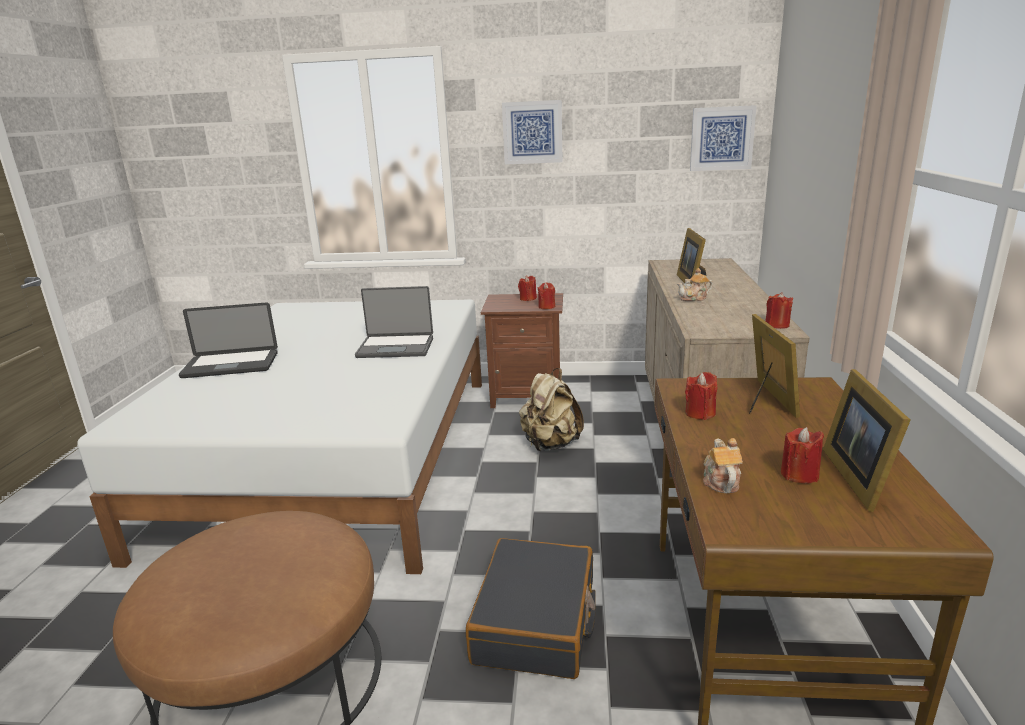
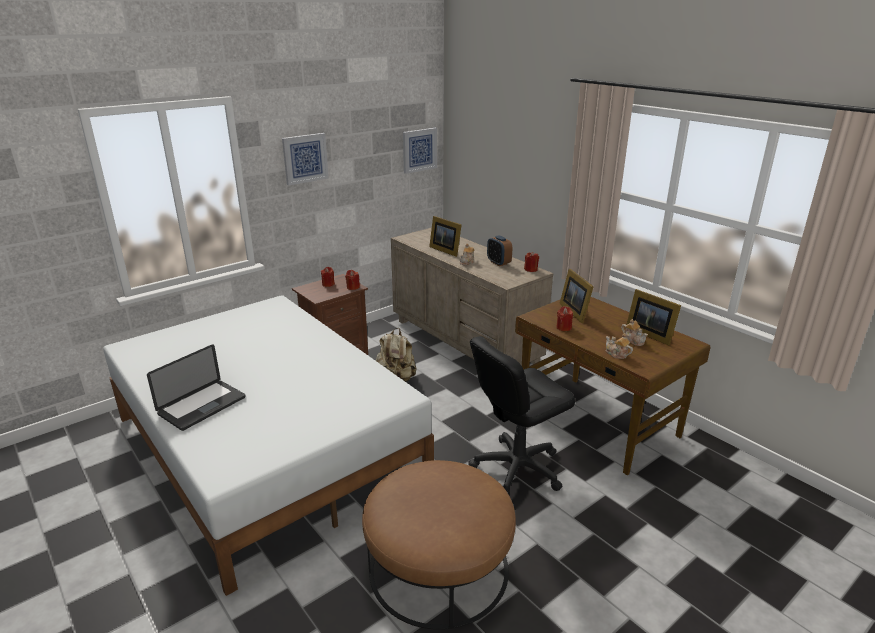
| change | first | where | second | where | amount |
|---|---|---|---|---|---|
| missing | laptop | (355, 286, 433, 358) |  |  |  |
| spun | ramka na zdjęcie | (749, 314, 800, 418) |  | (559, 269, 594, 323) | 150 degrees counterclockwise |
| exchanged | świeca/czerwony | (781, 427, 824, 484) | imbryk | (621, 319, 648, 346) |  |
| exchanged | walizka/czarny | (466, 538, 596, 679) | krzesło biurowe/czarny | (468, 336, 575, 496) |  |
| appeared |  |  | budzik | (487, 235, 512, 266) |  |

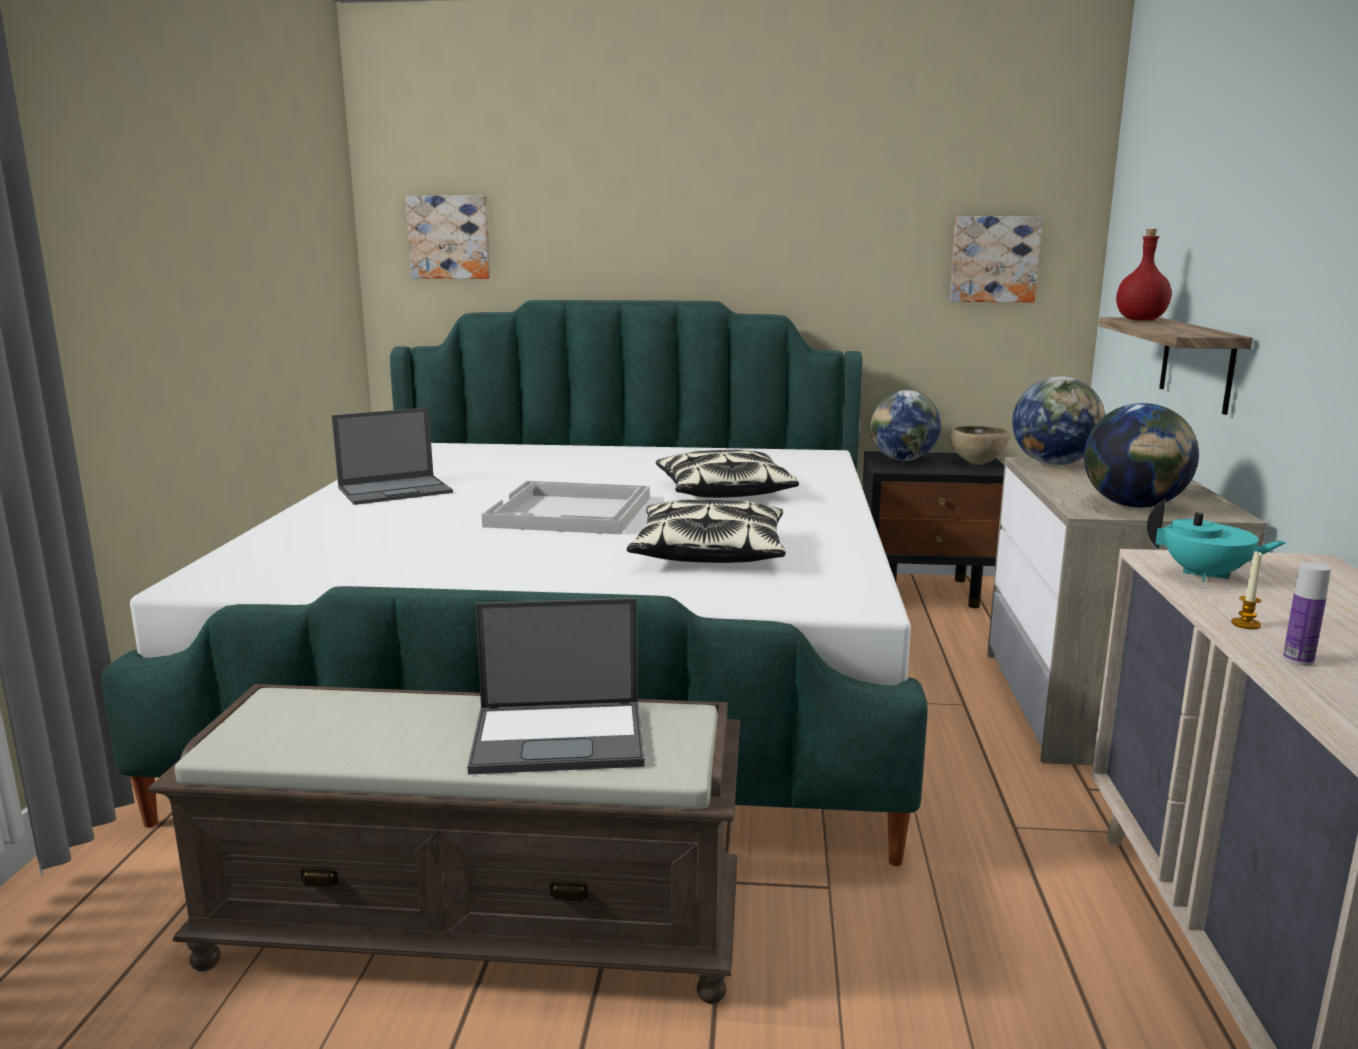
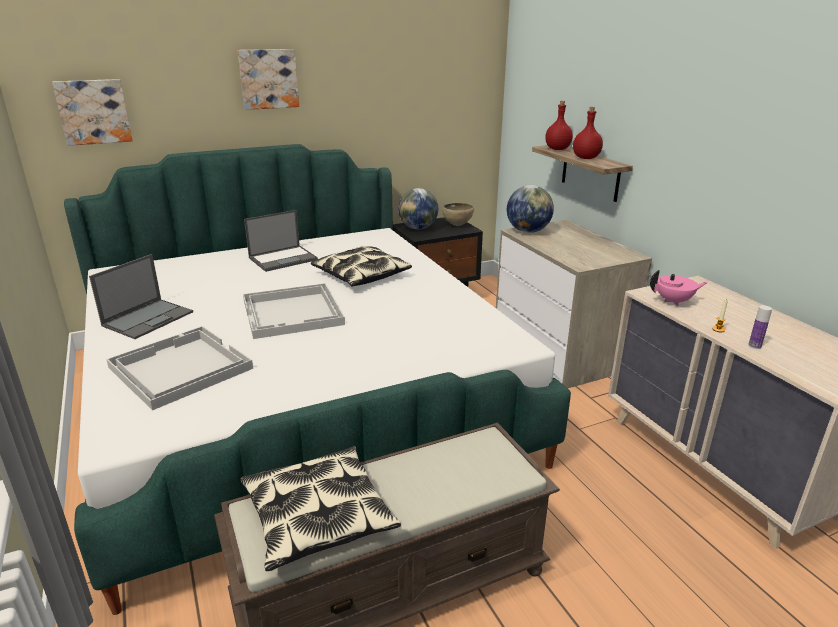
| change | first | where | second | where | amount |
|---|---|---|---|---|---|
| relocated | obraz | (949, 216, 1043, 302) |  | (238, 49, 299, 110) |  |
| missing | globus | (1084, 403, 1199, 508) |  |  |  |
| colour | imbryk/turkusowy | (1147, 499, 1287, 582) | imbryk/różowy | (650, 270, 707, 306) |  |
| relocated | poduszka | (627, 500, 786, 563) |  | (240, 446, 401, 571) |  |
| relocated | laptop | (467, 598, 645, 775) |  | (244, 210, 318, 272) |  |
| appeared |  |  | butelka/czerwony | (573, 107, 603, 159) |  |
| appeared |  |  | taca/biały | (106, 326, 253, 410) |  |

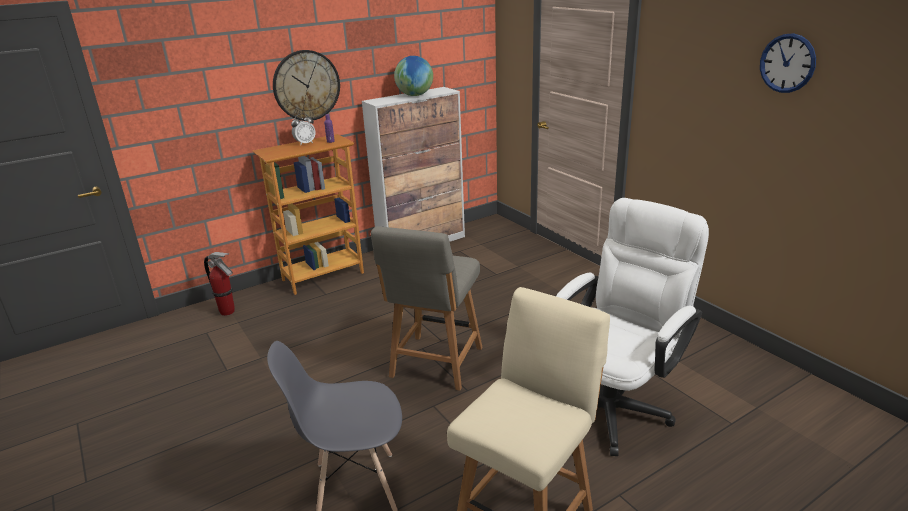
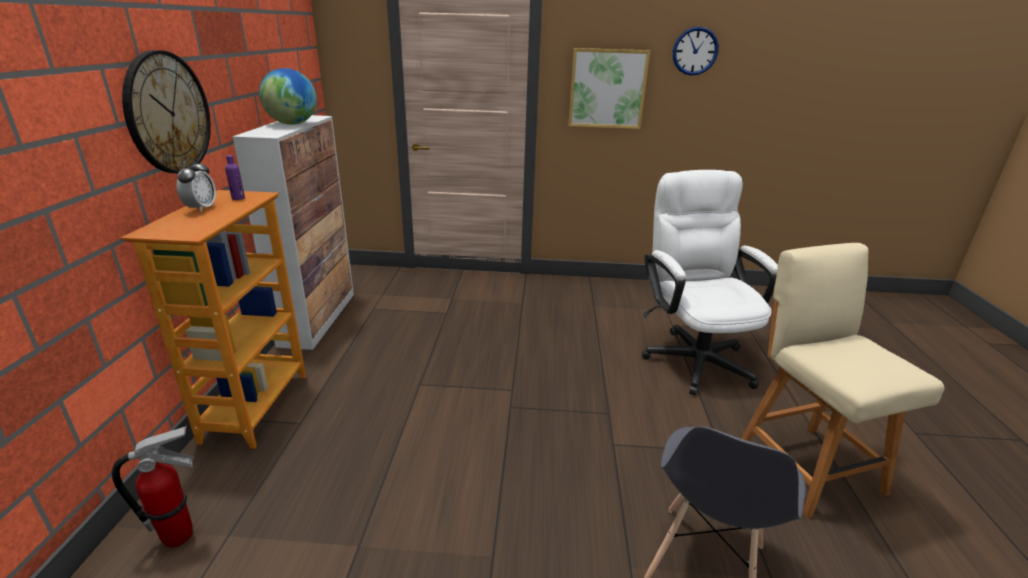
| change | first | where | second | where | amount |
|---|---|---|---|---|---|
| missing | krzesło/szary | (371, 226, 483, 391) |  |  |  |
| appeared |  |  | obraz | (568, 48, 650, 129) |  |

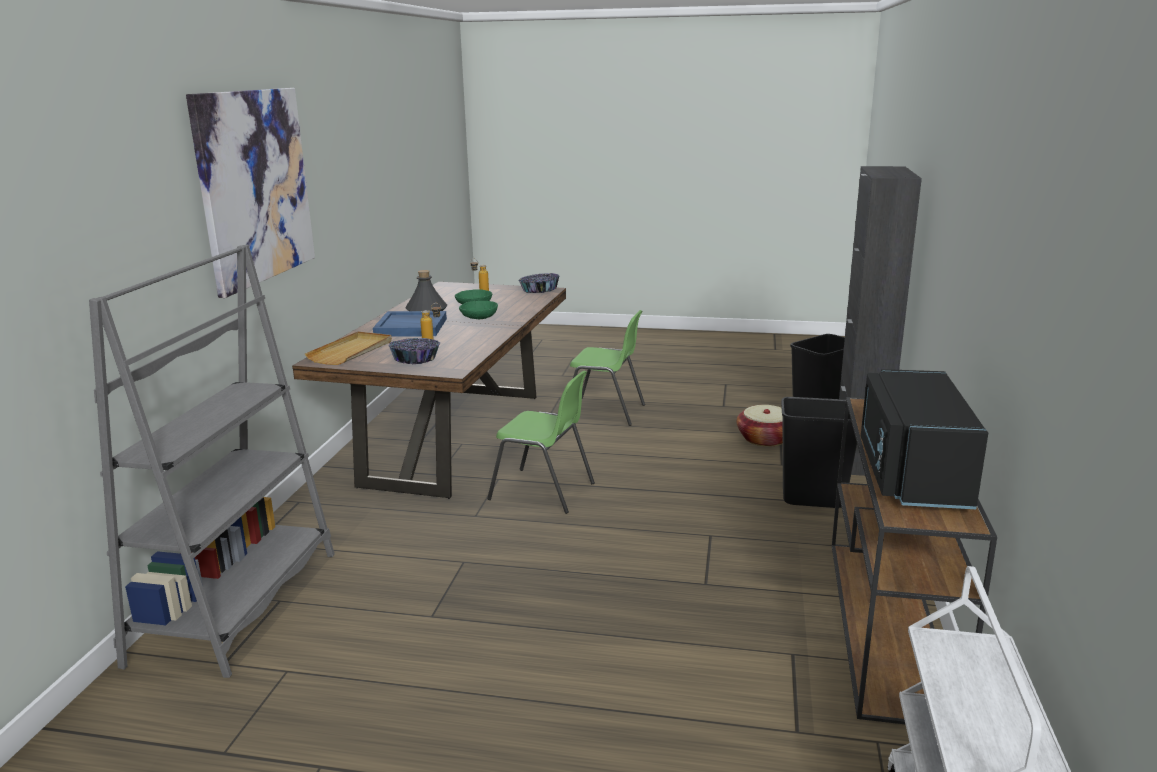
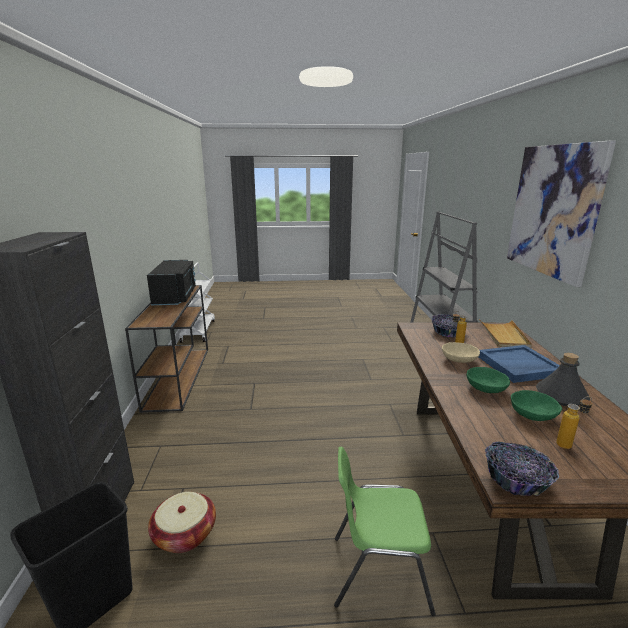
| change | first | where | second | where | amount |
|---|---|---|---|---|---|
| missing | krzesło/zielony | (487, 371, 595, 514) |  |  |  |
| missing | kosz na śmieci/czarny | (781, 397, 857, 508) |  |  |  |
| appeared |  |  | miska/beżowy | (442, 342, 480, 363) |  |

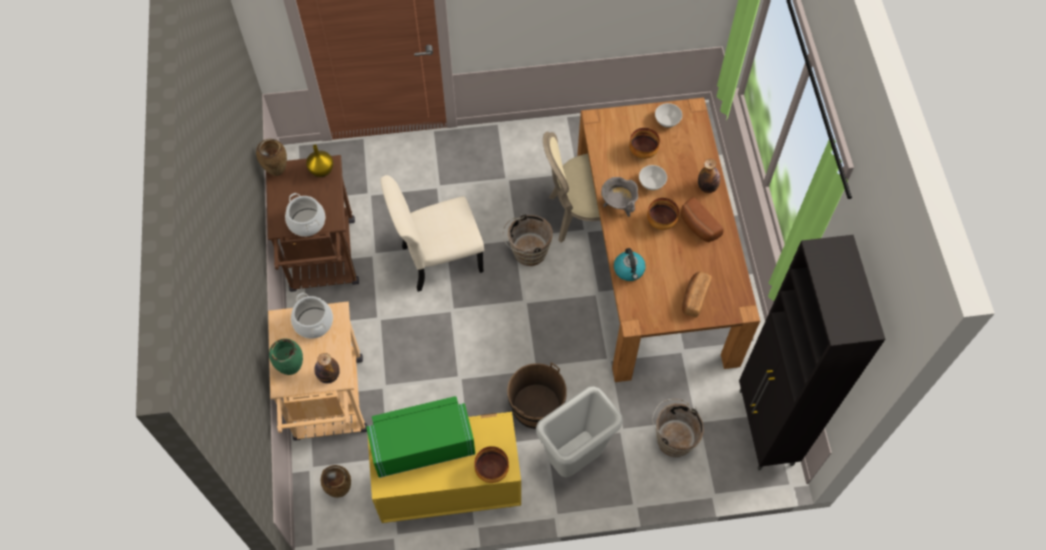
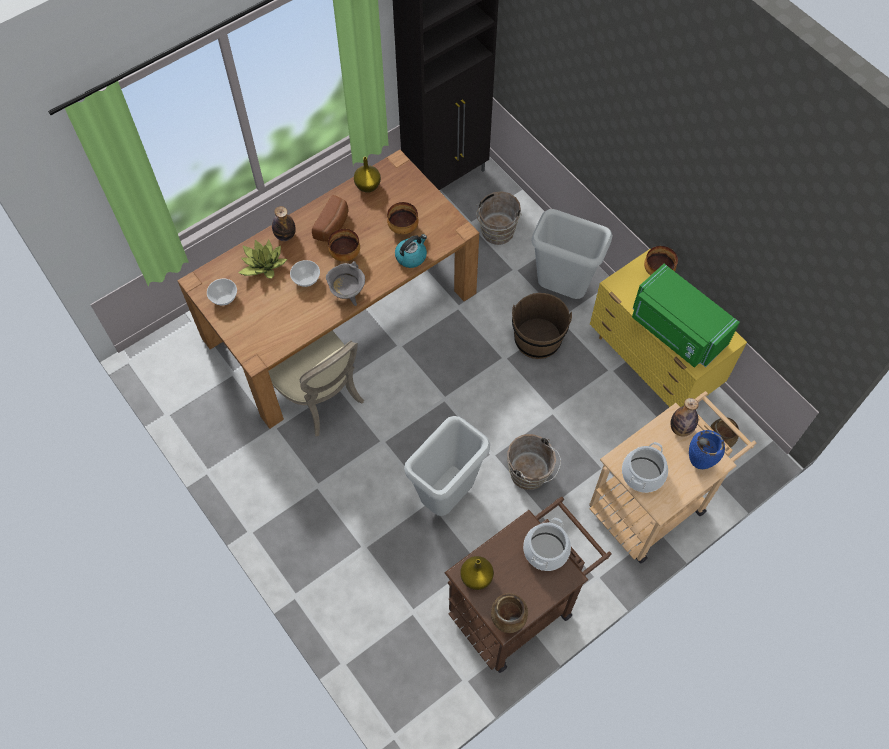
| change | first | where | second | where | amount |
|---|---|---|---|---|---|
| relocated | miska | (629, 128, 660, 159) |  | (387, 202, 419, 234) |  |
| exchanged | krzesło/beżowy | (380, 175, 484, 292) | kosz na śmieci/szary | (404, 416, 490, 516) |  |
| relocated | wiadro/brązowy | (502, 214, 553, 266) |  | (507, 434, 561, 490) |  |
| missing | chleb | (682, 271, 712, 317) |  |  |  |
| colour | wazon/zielony | (269, 339, 303, 375) | wazon/niebieski | (689, 430, 725, 469) |  |
| appeared |  |  | wazon/żółty | (354, 157, 381, 193) |  |
| appeared |  |  | roślina doniczkowa | (238, 239, 287, 278) |  |

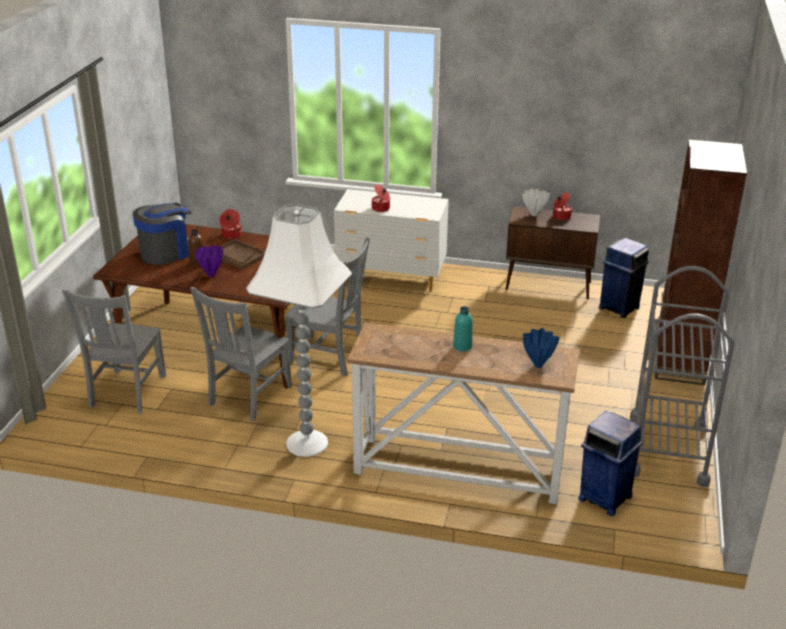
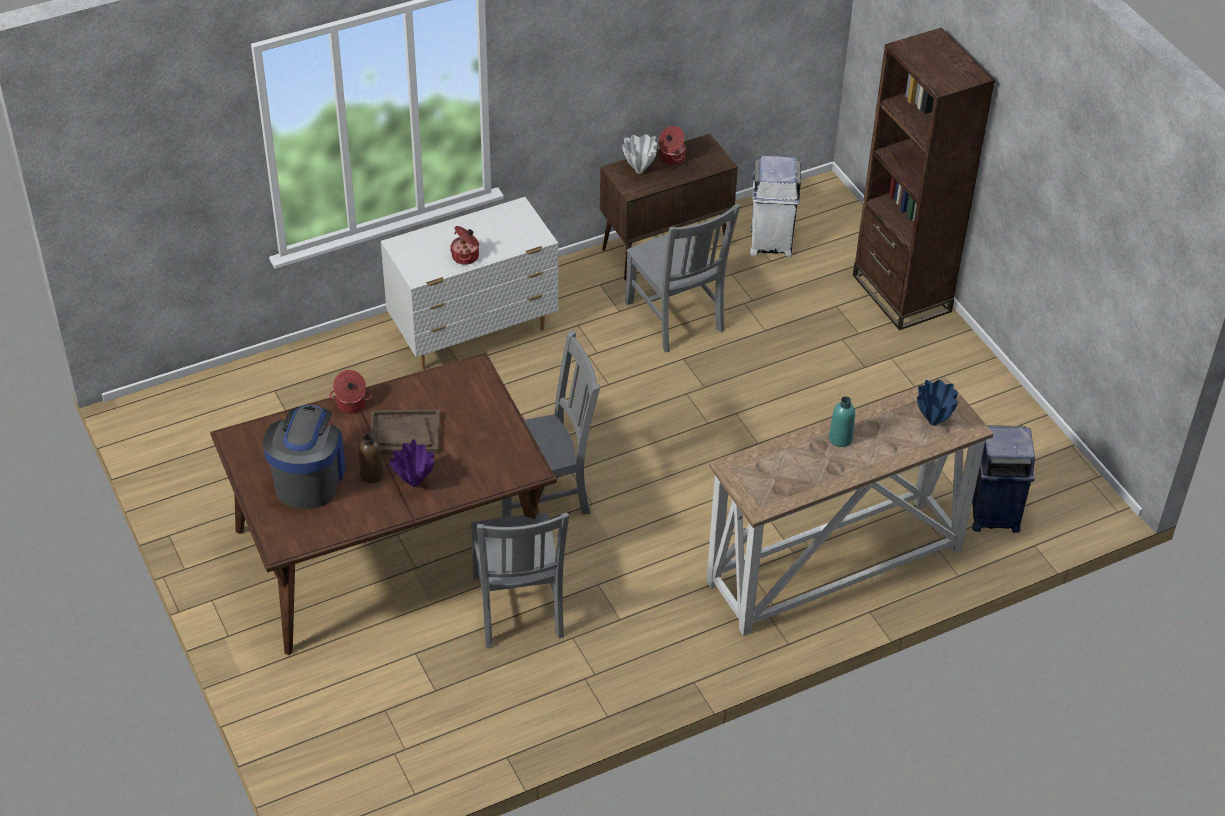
| change | first | where | second | where | amount |
|---|---|---|---|---|---|
| missing | lampa stojąca/biały | (246, 204, 352, 457) |  |  |  |
| colour | kosz na śmieci/niebieski | (599, 238, 649, 318) | kosz na śmieci/biały | (750, 156, 801, 257) |  |
| missing | wózek/szary | (630, 266, 735, 487) |  |  |  |
| relocated | krzesło/szary | (62, 289, 167, 413) |  | (625, 204, 741, 352) |  |

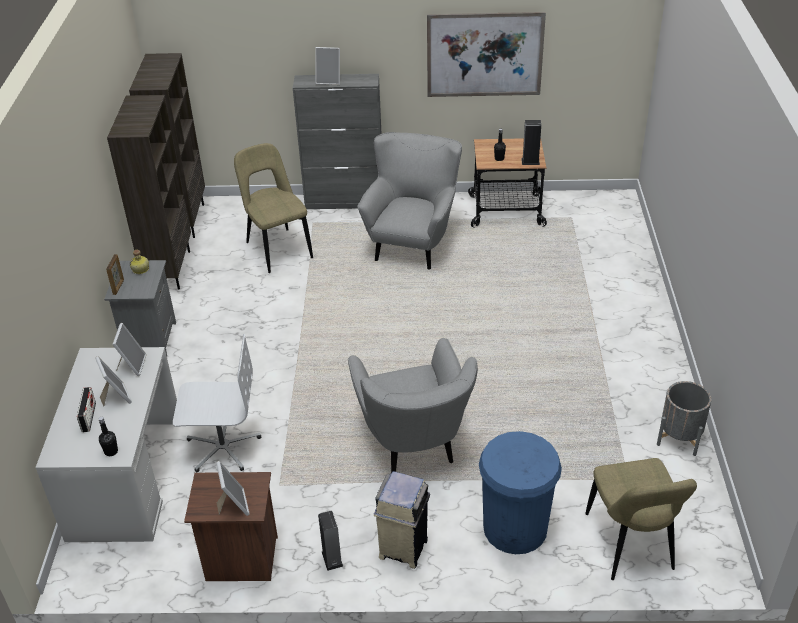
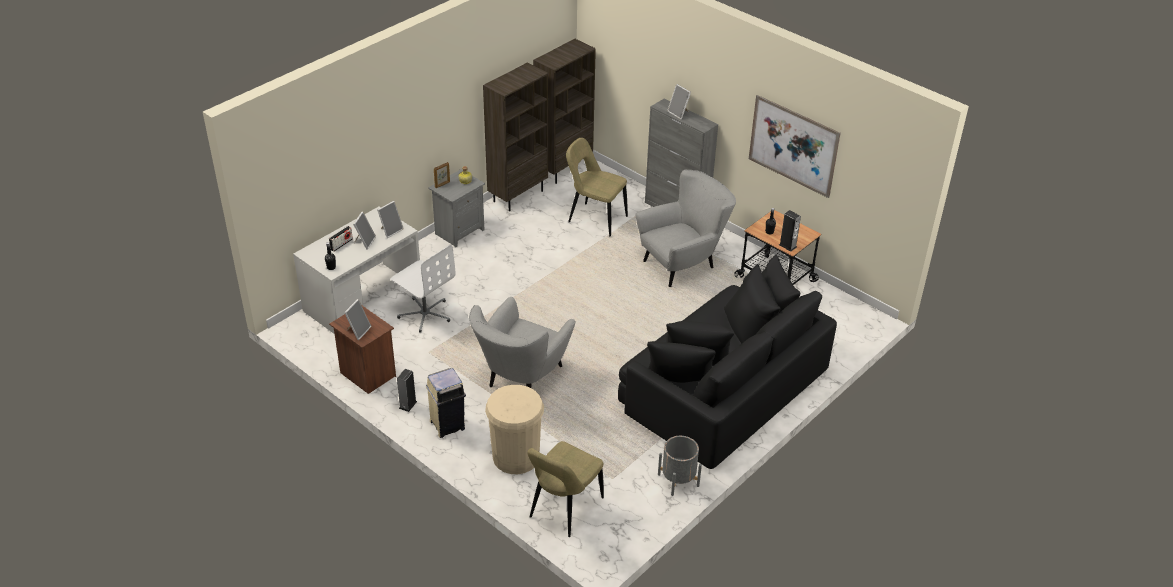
| change | first | where | second | where | amount |
|---|---|---|---|---|---|
| spun | krzesło/beżowy | (234, 143, 313, 273) |  | (566, 138, 628, 236) | 75 degrees counterclockwise |
| colour | kosz na śmieci/niebieski | (479, 431, 562, 554) | kosz na śmieci/beżowy | (485, 385, 544, 474) |  |
| appeared |  |  | kanapa/czarny | (618, 255, 837, 469) |  |

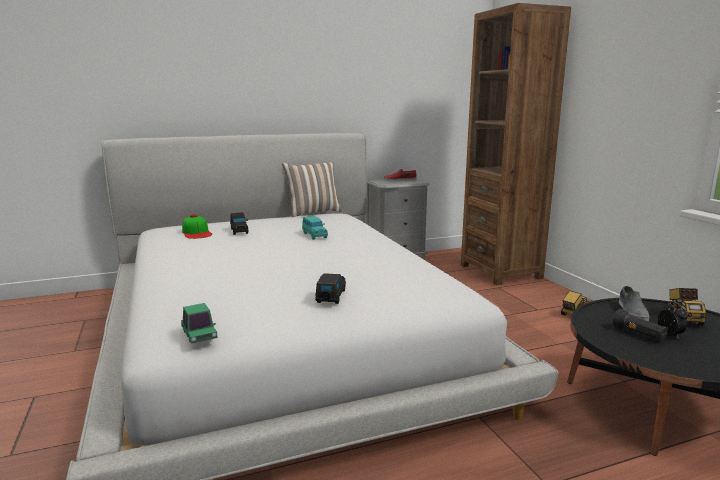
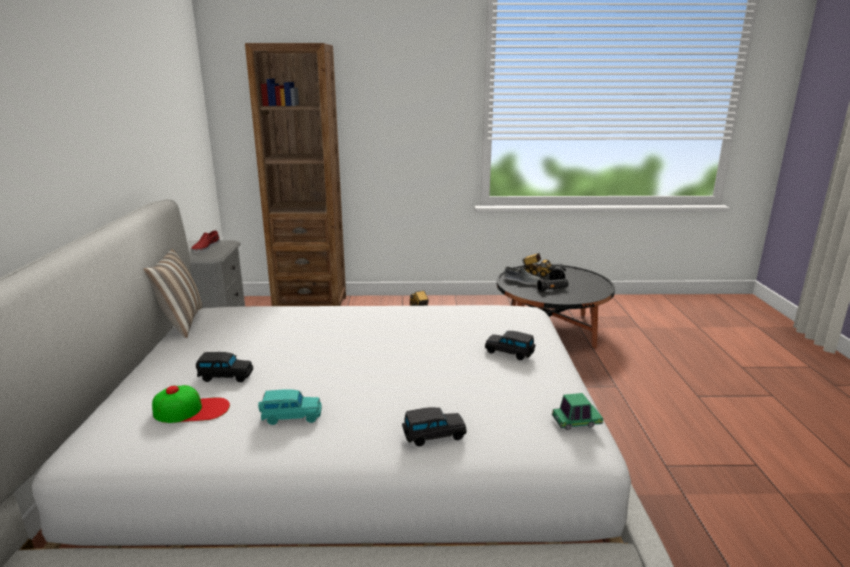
| change | first | where | second | where | amount |
|---|---|---|---|---|---|
| relocated | samochodzik/turkusowy | (302, 216, 328, 240) |  | (258, 389, 322, 425) |  |
| appeared |  |  | samochodzik/czarny | (402, 407, 467, 446) |  |

